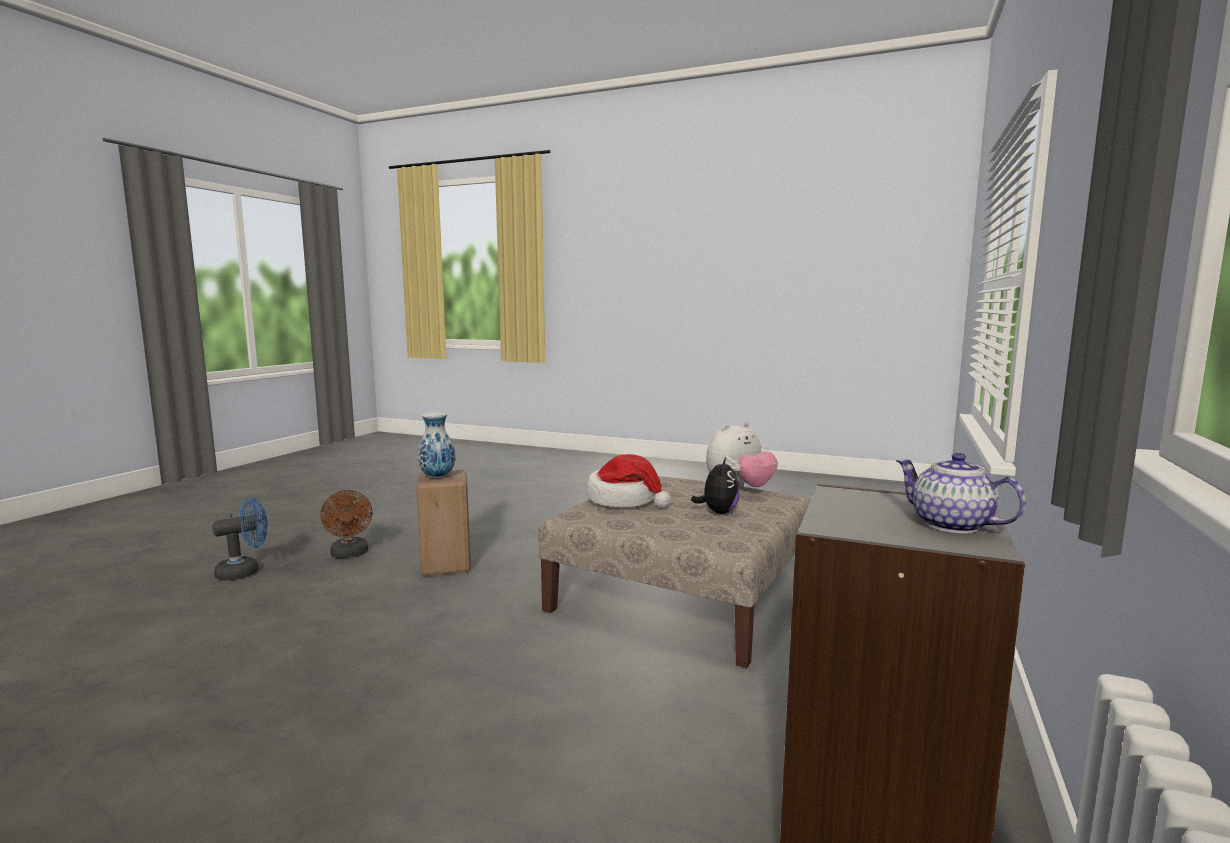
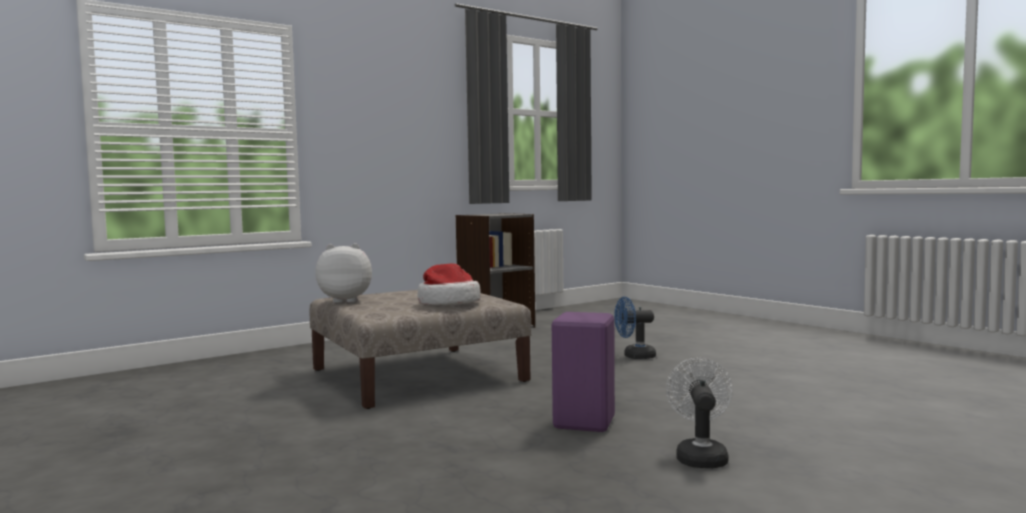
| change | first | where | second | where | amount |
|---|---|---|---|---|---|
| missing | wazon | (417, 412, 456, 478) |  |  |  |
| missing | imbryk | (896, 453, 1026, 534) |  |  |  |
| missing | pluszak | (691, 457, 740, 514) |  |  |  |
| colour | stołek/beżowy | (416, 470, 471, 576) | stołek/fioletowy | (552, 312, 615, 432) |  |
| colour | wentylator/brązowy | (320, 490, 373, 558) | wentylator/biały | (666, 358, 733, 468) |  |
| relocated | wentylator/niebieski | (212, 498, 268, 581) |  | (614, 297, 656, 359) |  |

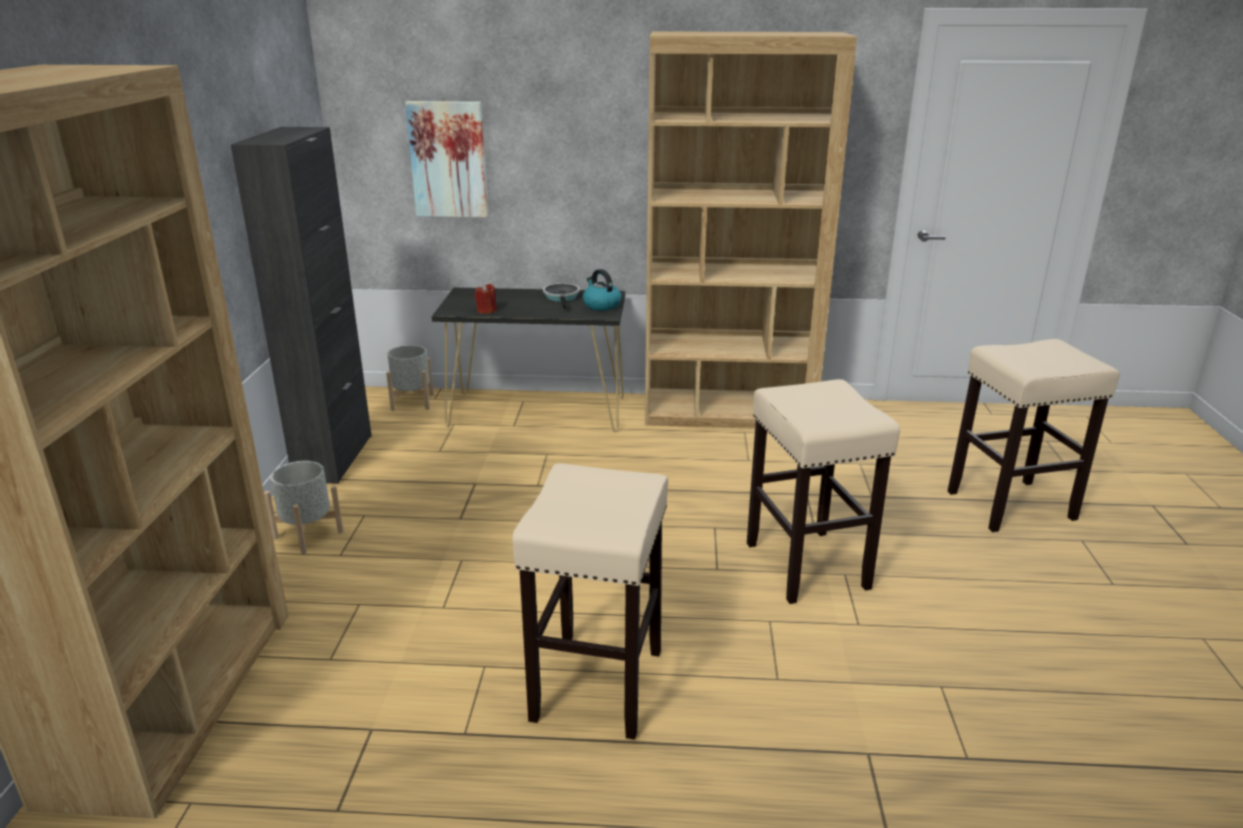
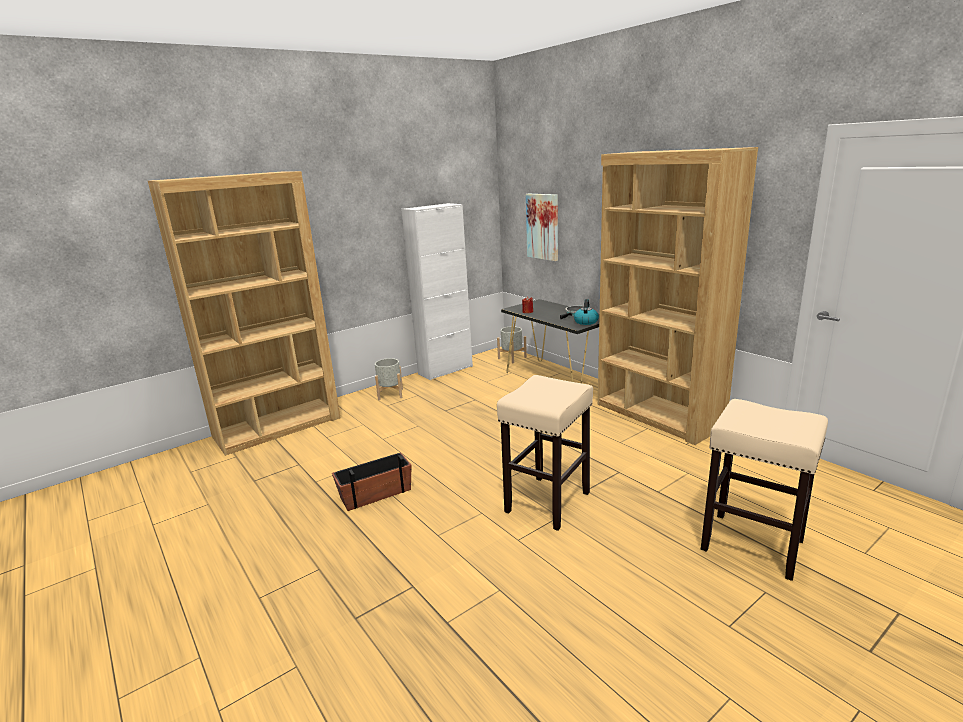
| change | first | where | second | where | amount |
|---|---|---|---|---|---|
| colour | szafka/czarny | (231, 127, 372, 484) | szafka/biały | (401, 203, 473, 380) |  |
| exchanged | stołek/beżowy | (512, 463, 668, 740) | donica | (332, 452, 412, 511) |  |

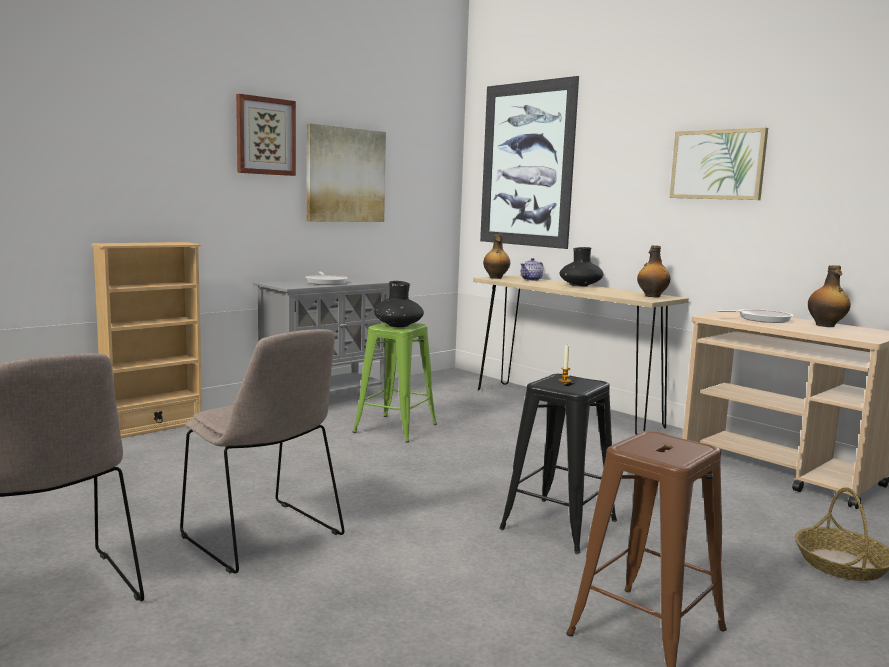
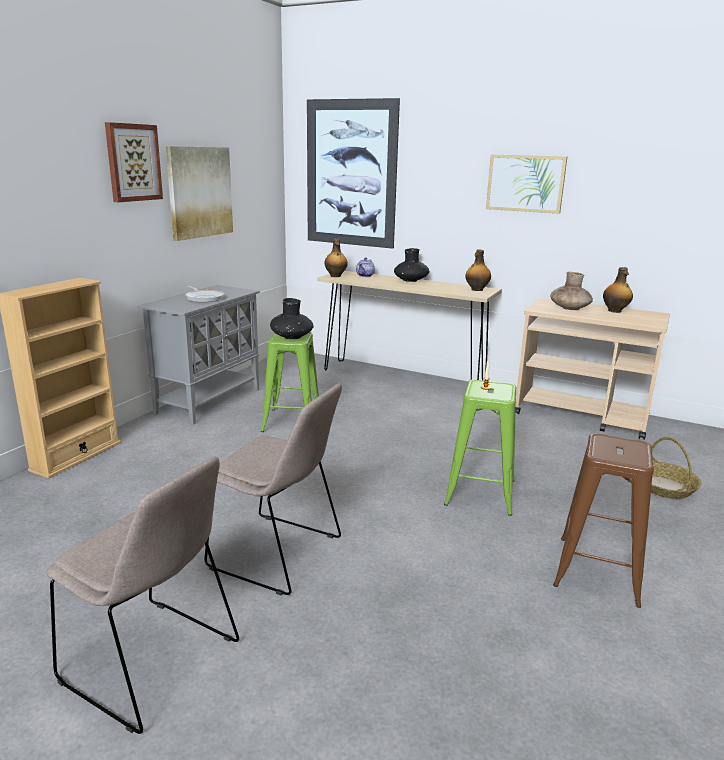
| change | first | where | second | where | amount |
|---|---|---|---|---|---|
| exchanged | patelnia | (717, 309, 794, 323) | wazon/brązowy | (550, 272, 593, 310) |  |
| colour | stołek/czarny | (499, 374, 617, 554) | stołek/zielony | (444, 380, 516, 516) |  |

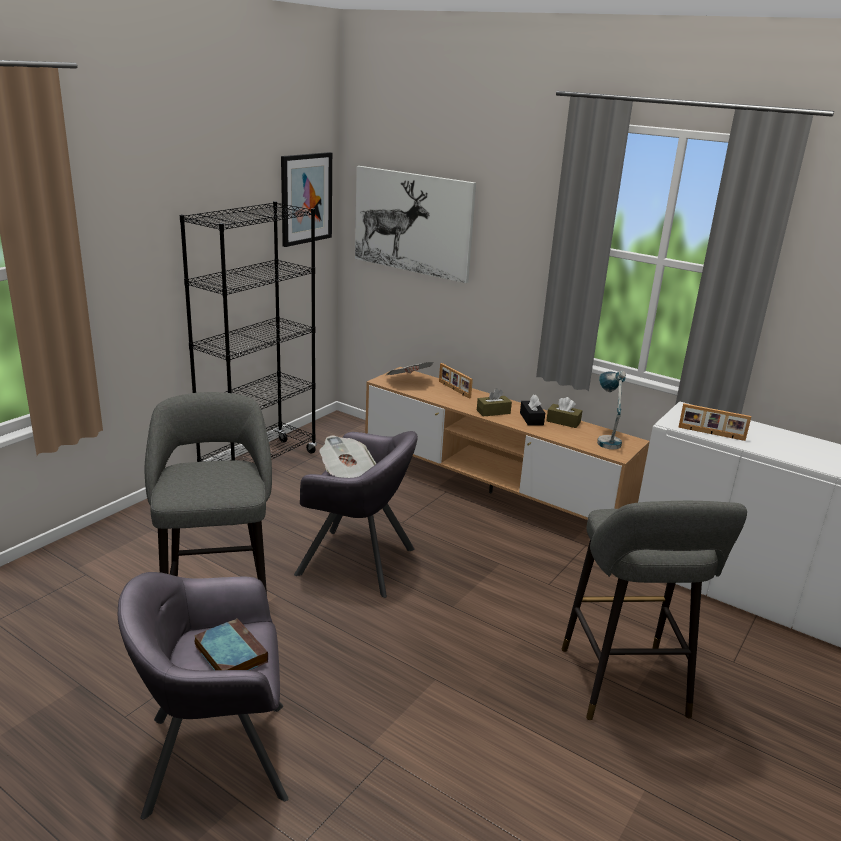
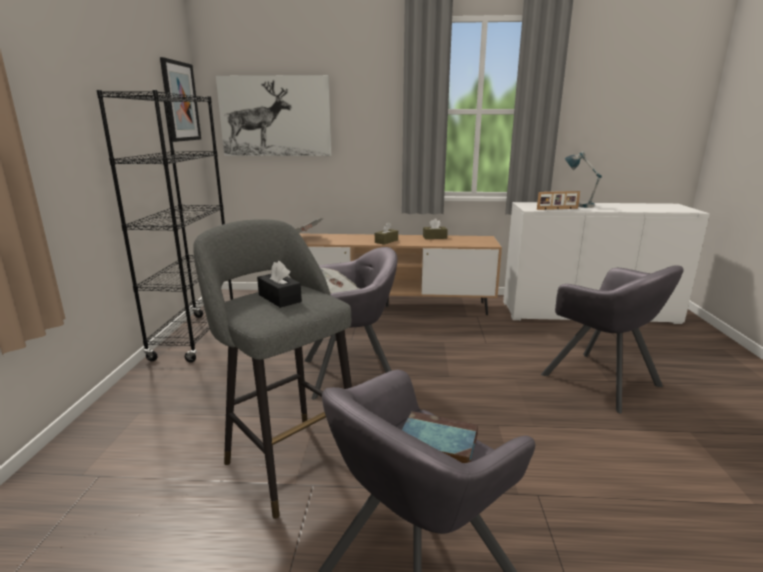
| change | first | where | second | where | amount |
|---|---|---|---|---|---|
| missing | ramka na zdjęcie | (439, 363, 473, 398) |  |  |  |
| relocated | lampa stołowa | (597, 371, 626, 449) |  | (565, 151, 602, 208) |  |
| relocated | pudełko chusteczek/czarny | (520, 394, 545, 426) |  | (257, 261, 302, 308) |  |
| exchanged | stołek/szary | (562, 501, 747, 720) | fotel/szary | (541, 265, 684, 414) |  |

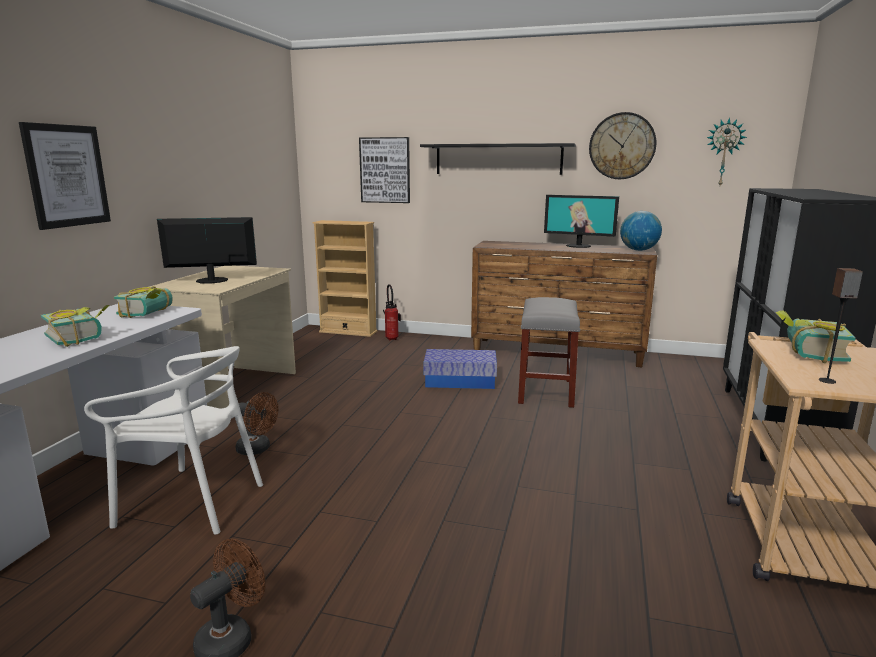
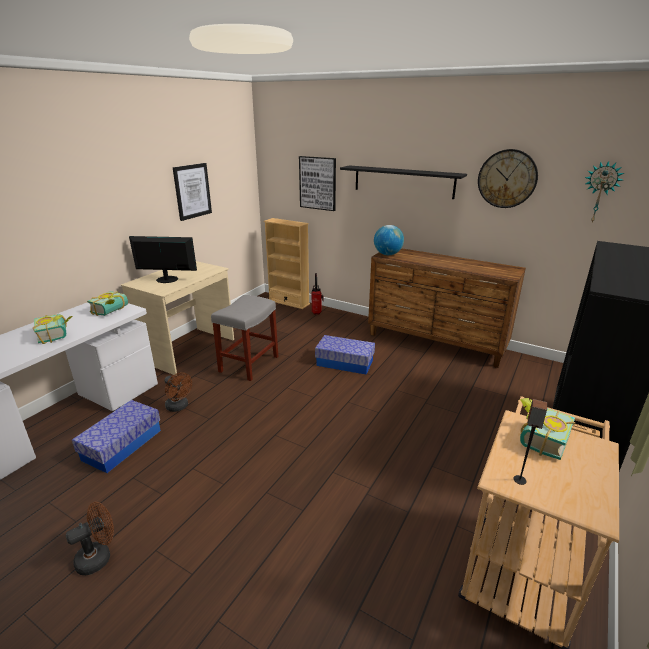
| change | first | where | second | where | amount |
|---|---|---|---|---|---|
| relocated | obraz | (19, 122, 111, 230) |  | (173, 163, 212, 221) |  |
| missing | monitor | (544, 195, 619, 248) |  |  |  |
| relocated | globus | (620, 211, 662, 251) |  | (374, 225, 404, 255) |  |
| relocated | stołek/szary | (518, 297, 580, 408) |  | (211, 295, 278, 381) |  |
| exchanged | krzesło/biały | (84, 346, 263, 534) | pojemnik do przechowywania | (72, 400, 161, 473) |  |

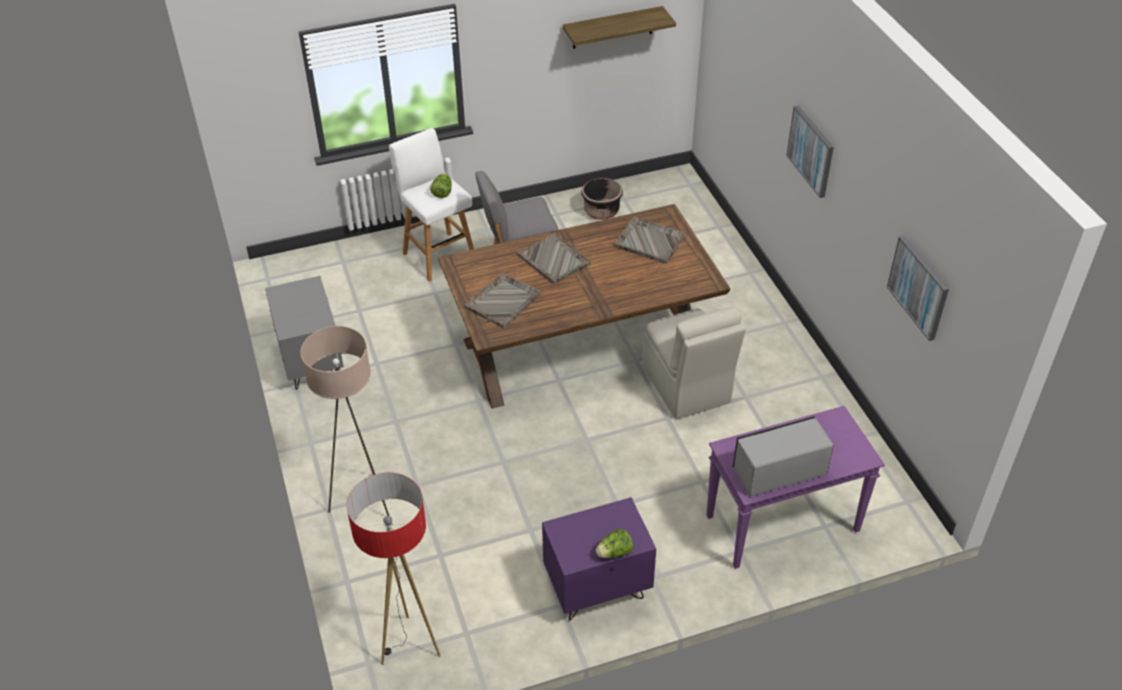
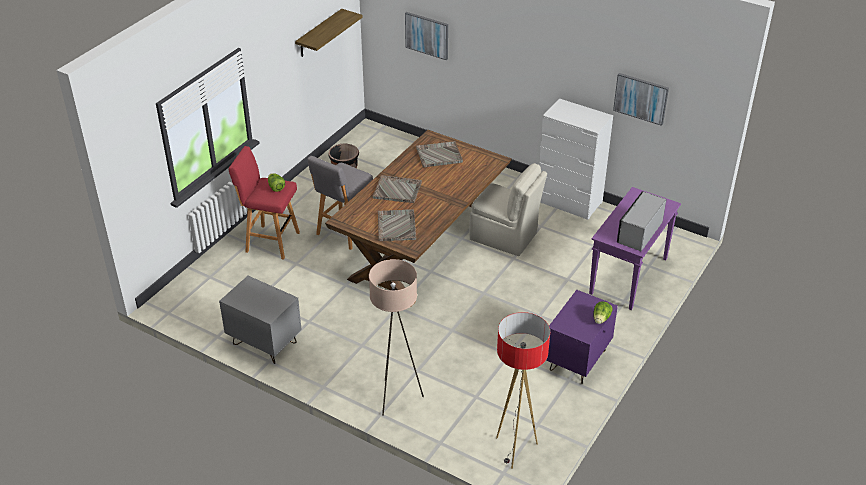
| change | first | where | second | where | amount |
|---|---|---|---|---|---|
| relocated | obraz | (786, 106, 834, 198) |  | (405, 12, 448, 60) |  |
| colour | stołek/biały | (389, 128, 474, 282) | stołek/czerwony | (229, 146, 300, 260) |  |
| appeared |  |  | komoda/biały | (539, 99, 613, 220) |  |

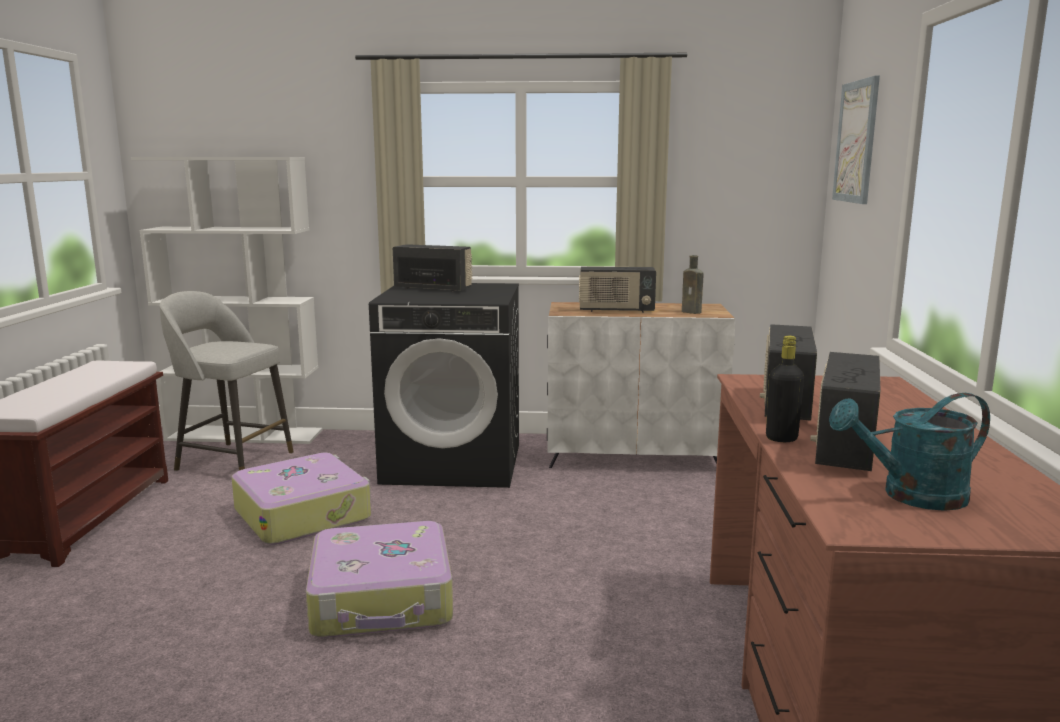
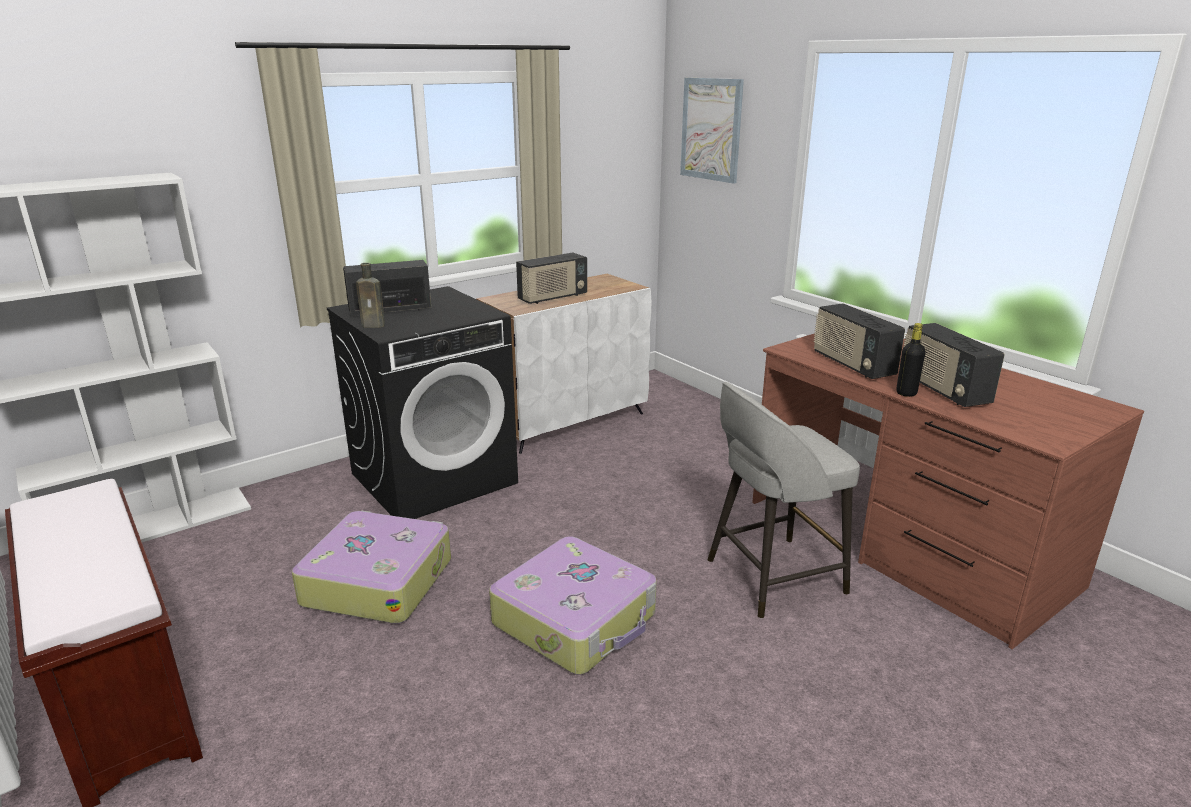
| change | first | where | second | where | amount |
|---|---|---|---|---|---|
| relocated | butelka/brązowy | (682, 255, 703, 314) |  | (356, 263, 385, 328) |  |
| relocated | stołek/szary | (159, 291, 294, 471) |  | (708, 382, 860, 618) |  |
| missing | konewka/turkusowy | (829, 393, 990, 511) |  |  |  |

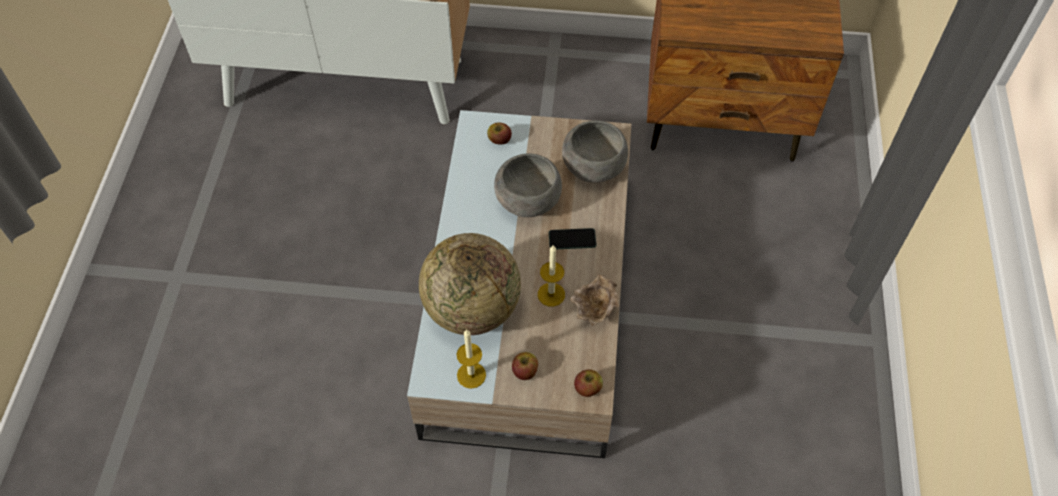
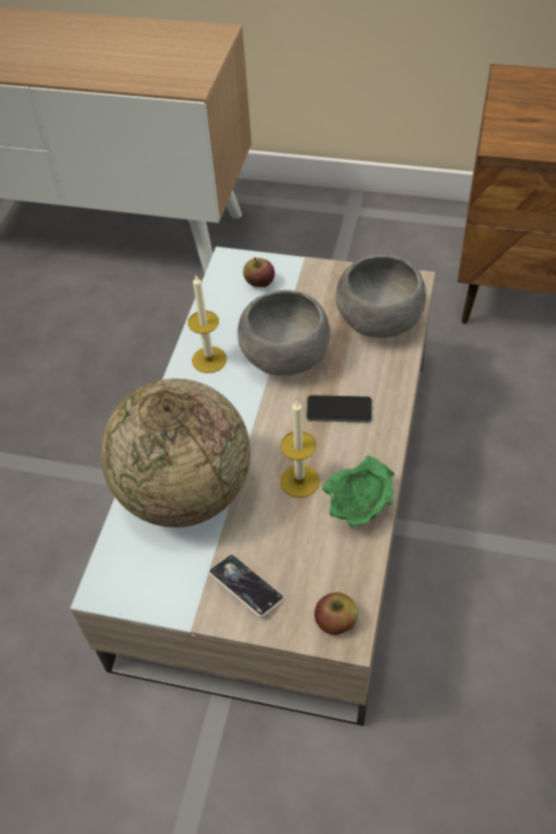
| change | first | where | second | where | amount |
|---|---|---|---|---|---|
| colour | miska/beżowy | (570, 274, 619, 326) | miska/zielony | (322, 455, 394, 528) |  |
| relocated | świeca | (456, 330, 486, 389) |  | (188, 275, 227, 373) |  |
| exchanged | jabłko | (512, 352, 538, 380) | telefon | (208, 555, 284, 617) |  |

